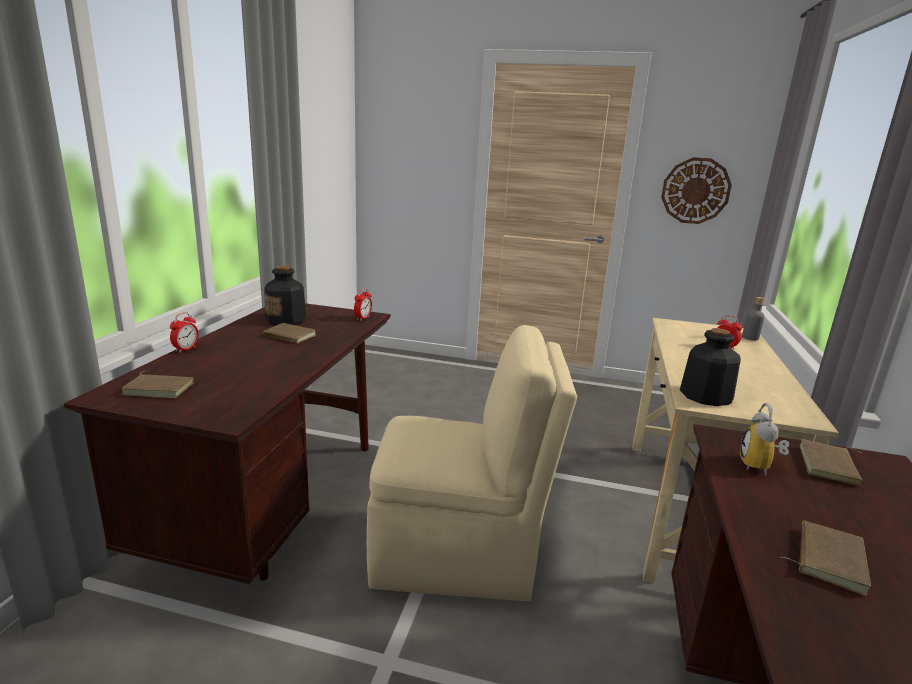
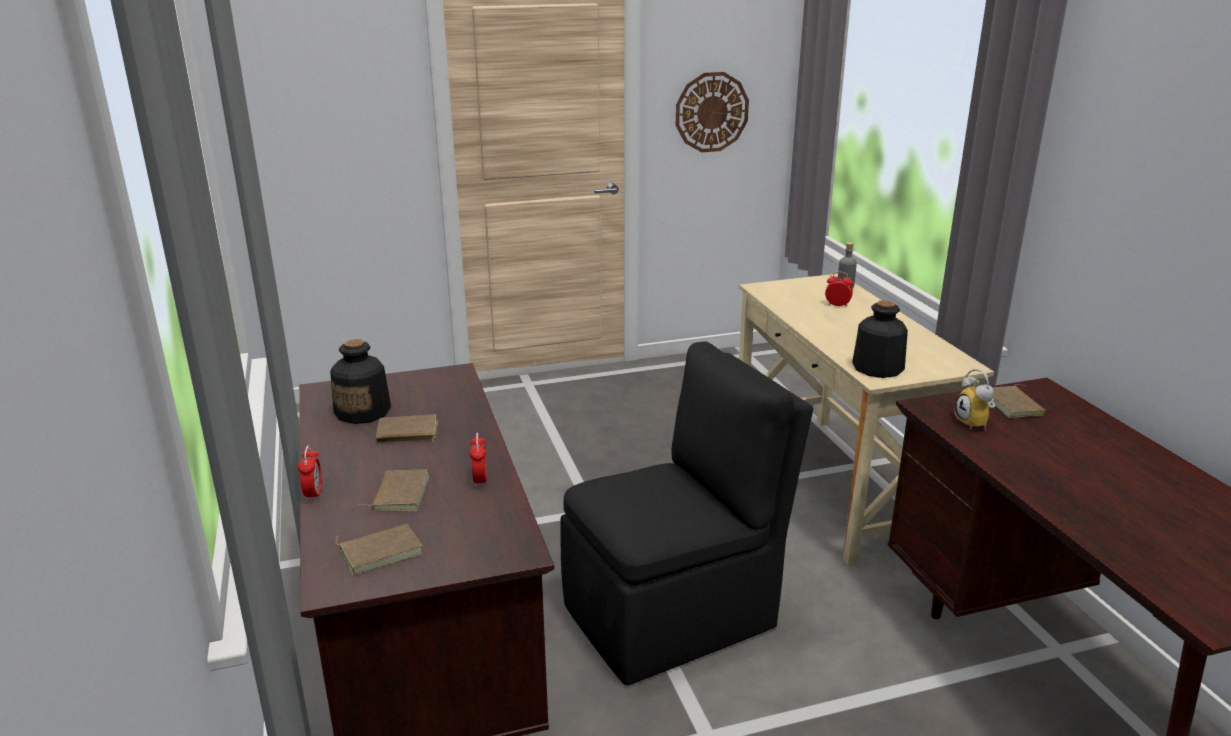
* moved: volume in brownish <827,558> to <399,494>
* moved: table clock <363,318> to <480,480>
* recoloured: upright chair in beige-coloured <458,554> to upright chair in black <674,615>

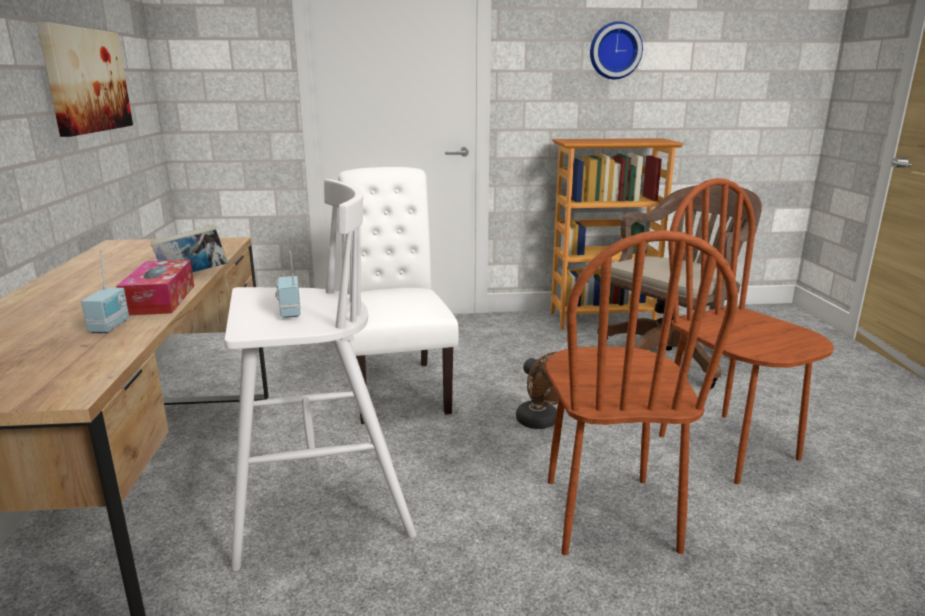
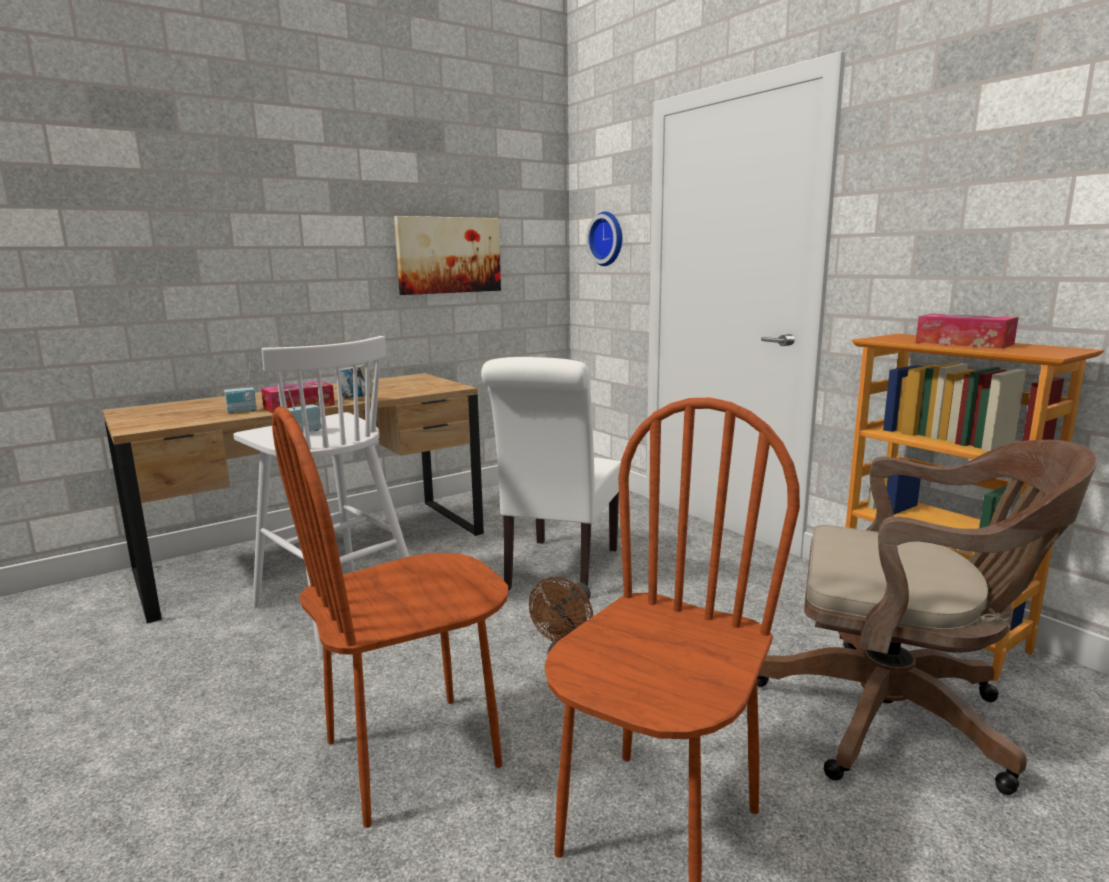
* turned: upright chair in whitish <397,386> = <559,571> 150 degrees clockwise
* moved: clock on the wall <614,51> to <608,239>
* added: box of tissues <963,343>

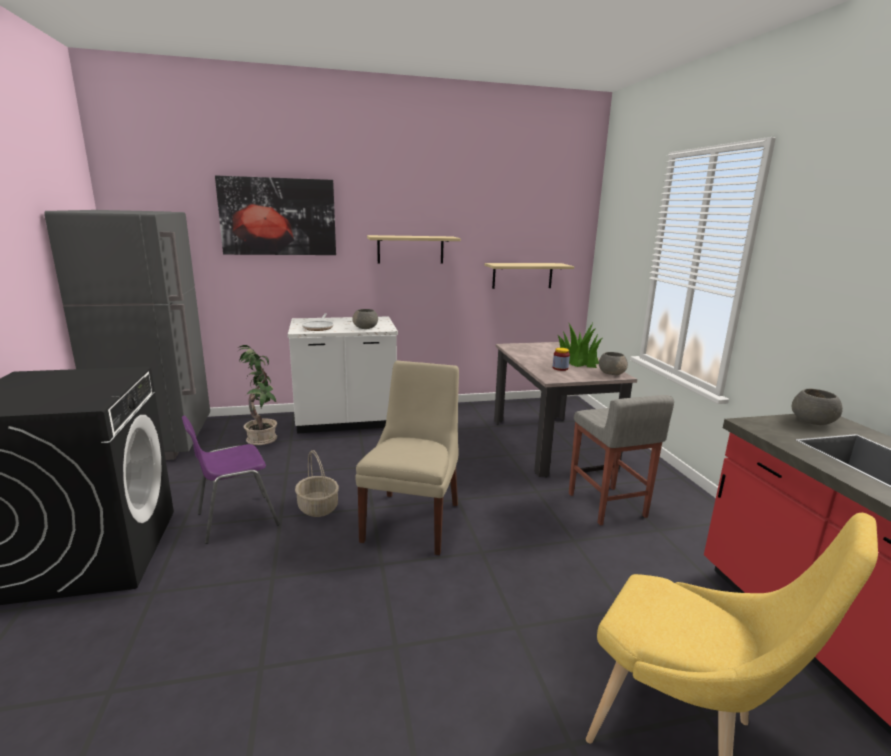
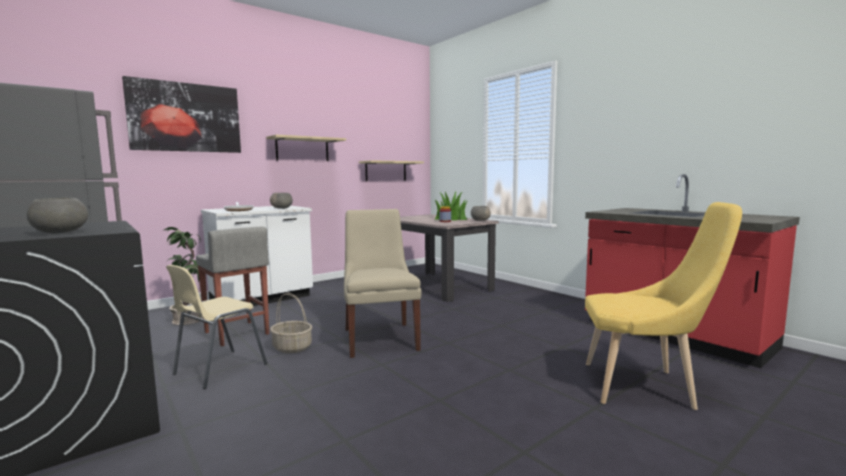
* moved: serving bowl in greyish <812,422> to <59,232>
* recoloured: upright chair in purple <235,519> to upright chair in beige-coloured <218,369>
* moved: stool in greyish <607,506> to <237,333>

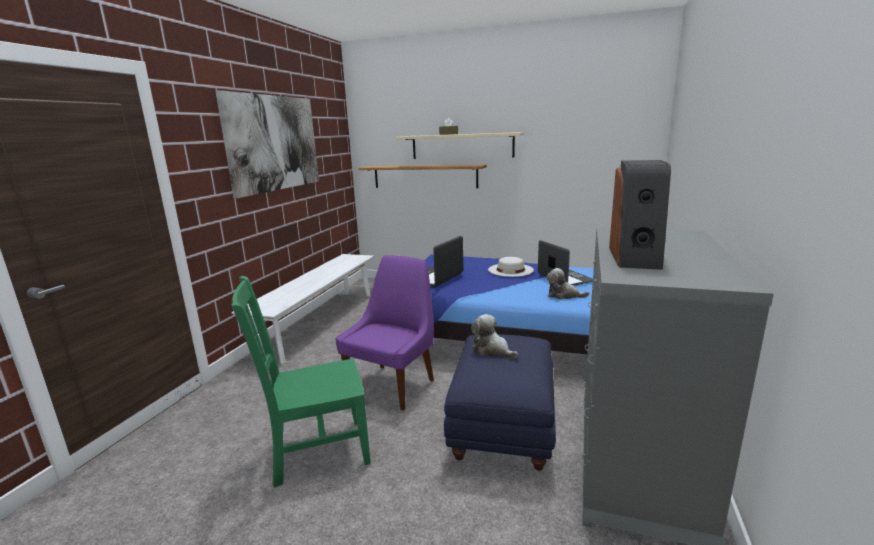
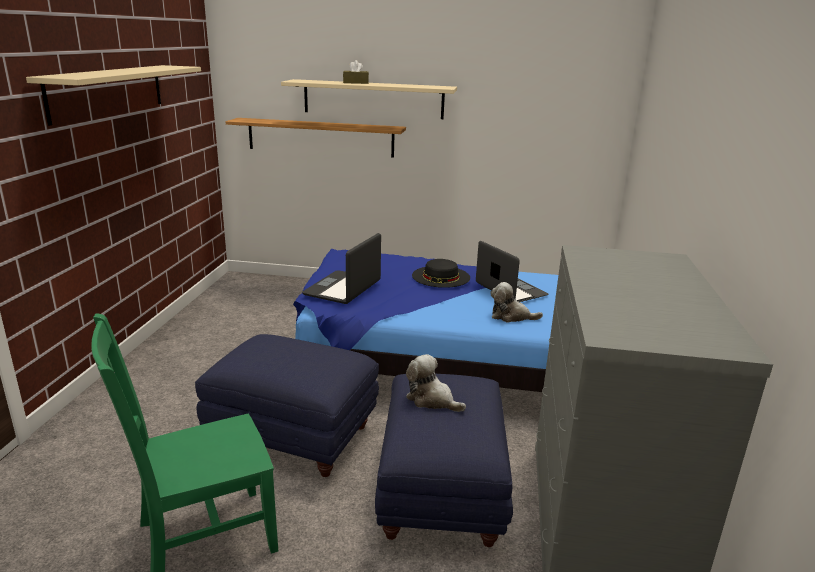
* replaced: wall art <274,143> to bracket shelf in beige-coloured <108,91>
* replaced: upright chair in purple <393,385> to ottoman in blue <294,436>
* recoloured: wearable hat in whitish <510,270> to wearable hat in black <441,276>
* removed: indoor bench in whitish <320,322>
* removed: speaker <636,257>

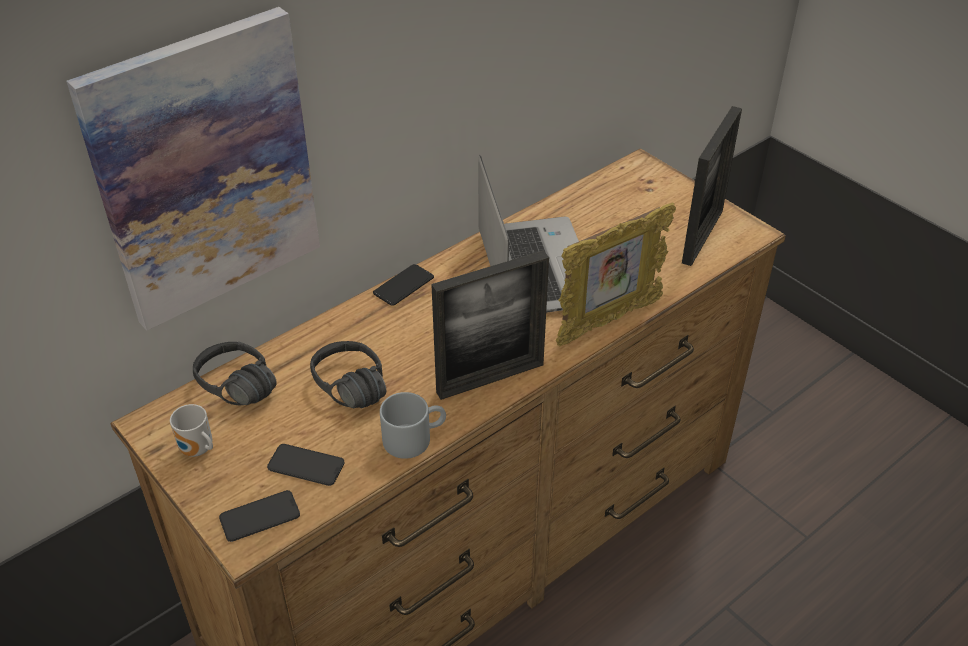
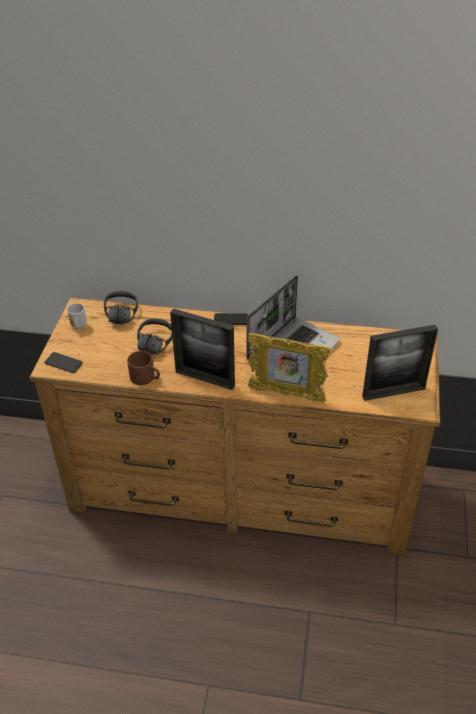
* recoloured: tea mug in greyish <414,437> to tea mug in brownish <146,377>
* removed: wall art <205,171>
* removed: telephone <306,465>

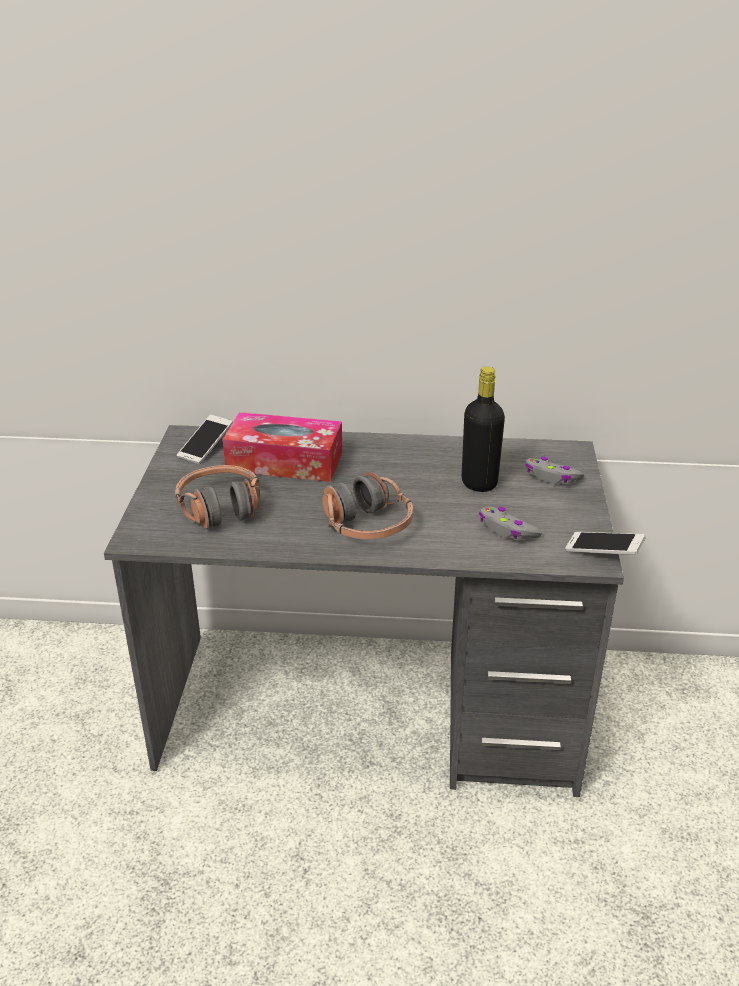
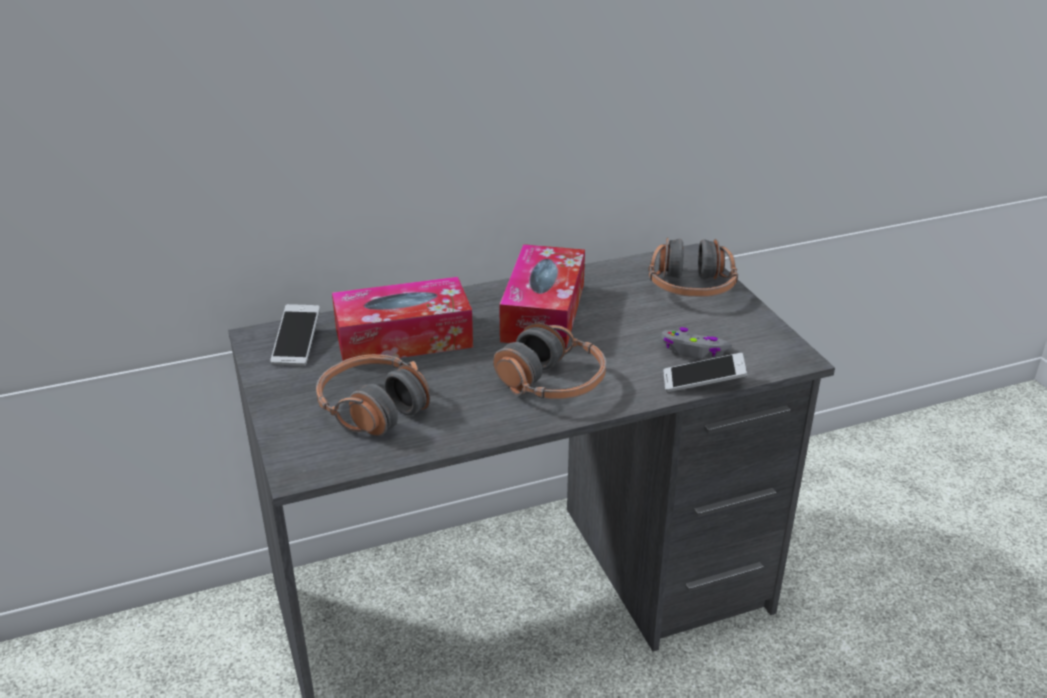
* added: box of tissues <543,312>
* replaced: game controller in greyish <551,477> to headset <690,287>
* moved: telephone <603,552> to <703,383>
* removed: beverage bottle in black <479,483>

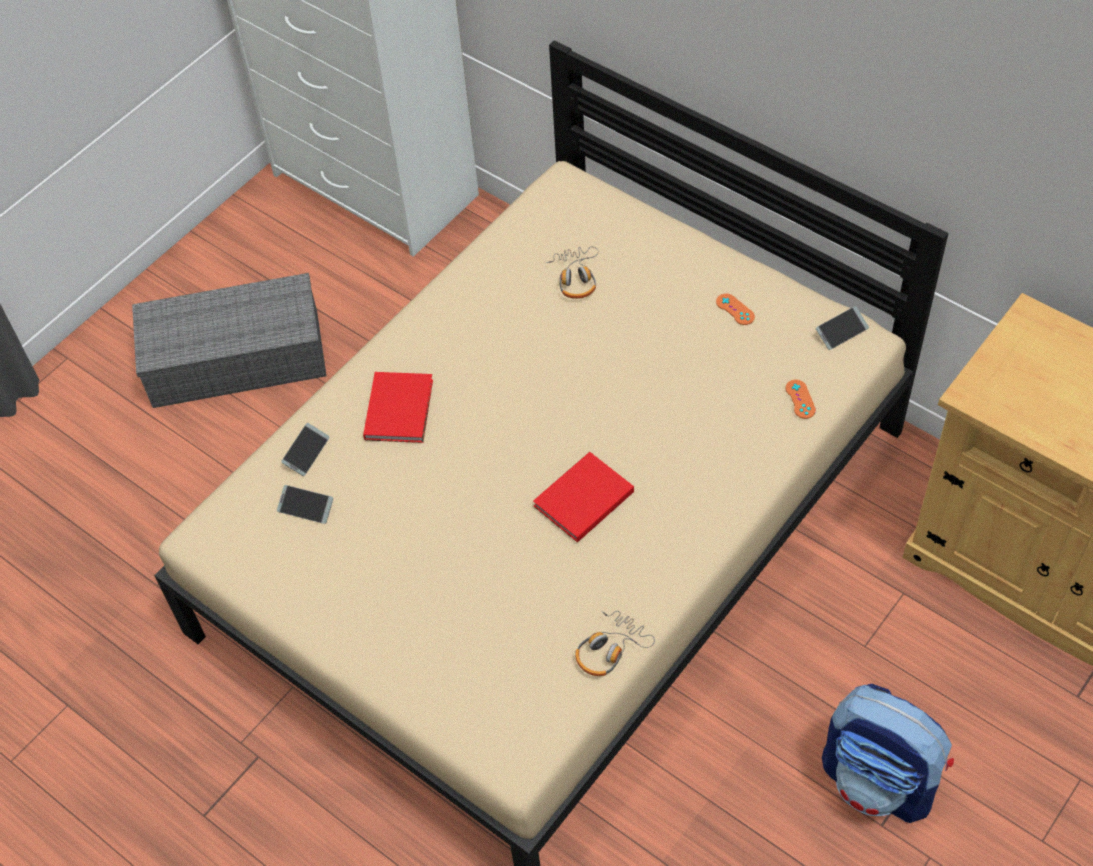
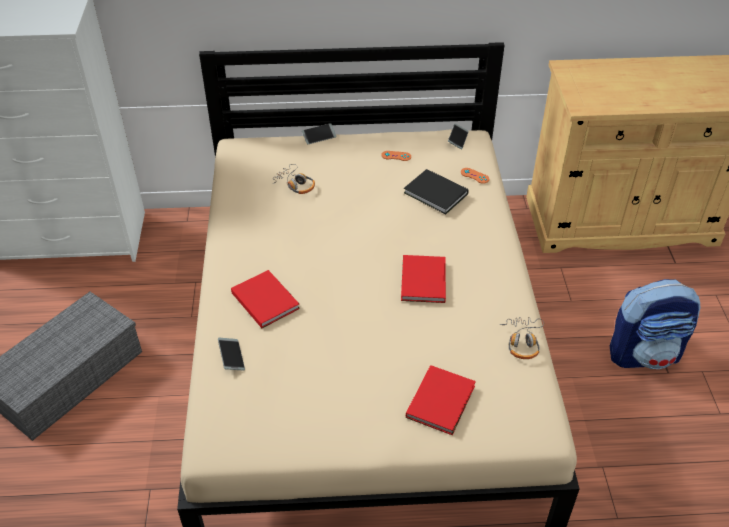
* moved: telephone <306,507> to <319,137>
* added: volume in black <436,194>
* added: volume in reddish <442,400>

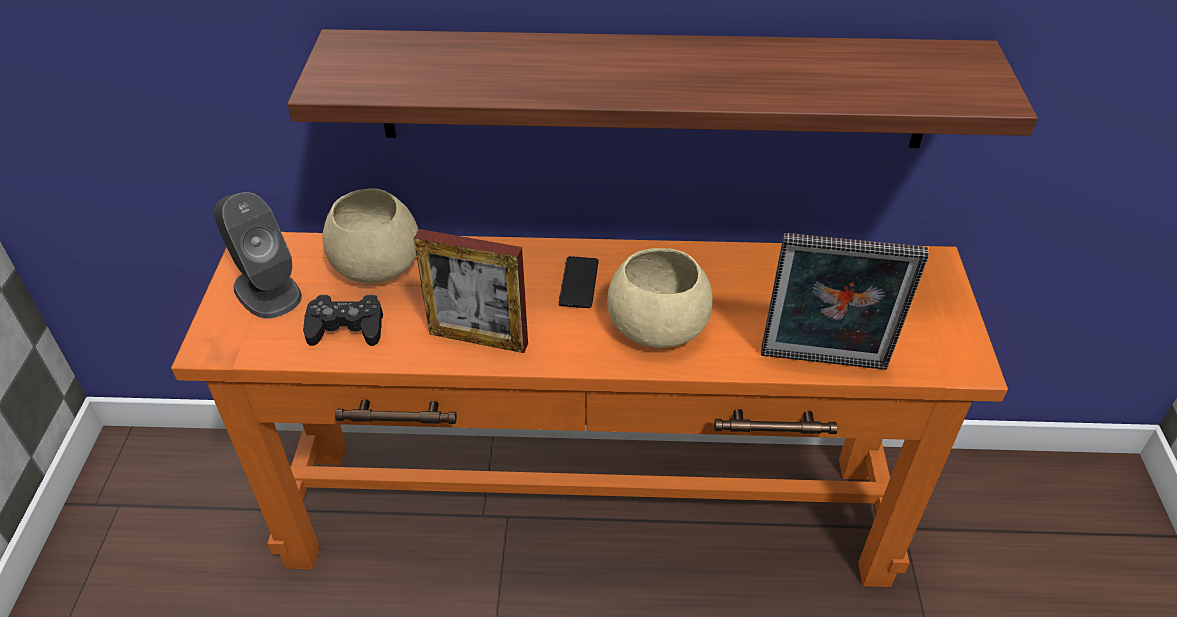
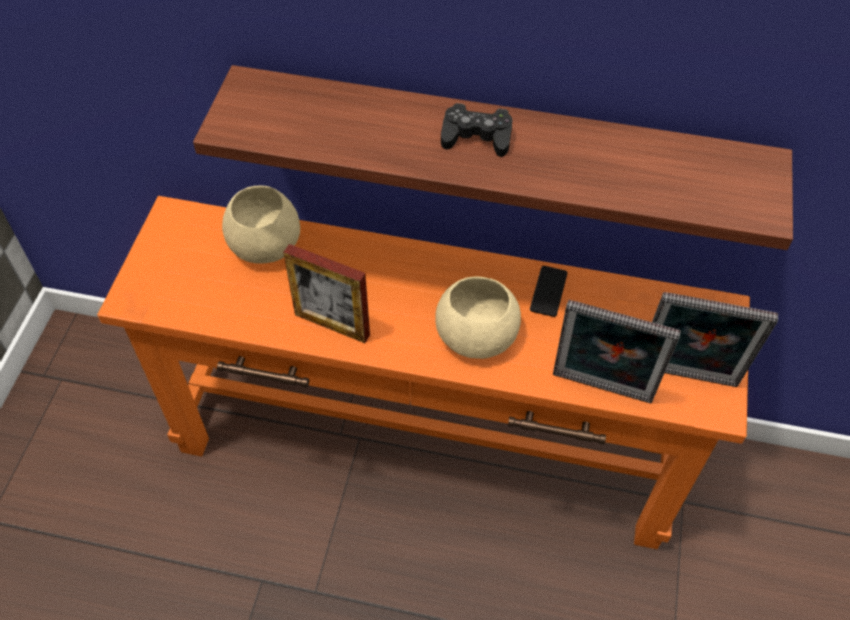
* moved: game controller in black <346,327> to <476,137>
* moved: telephone <579,283> to <548,291>
* added: picture frame <686,379>
* removed: speaker in greyish <267,291>

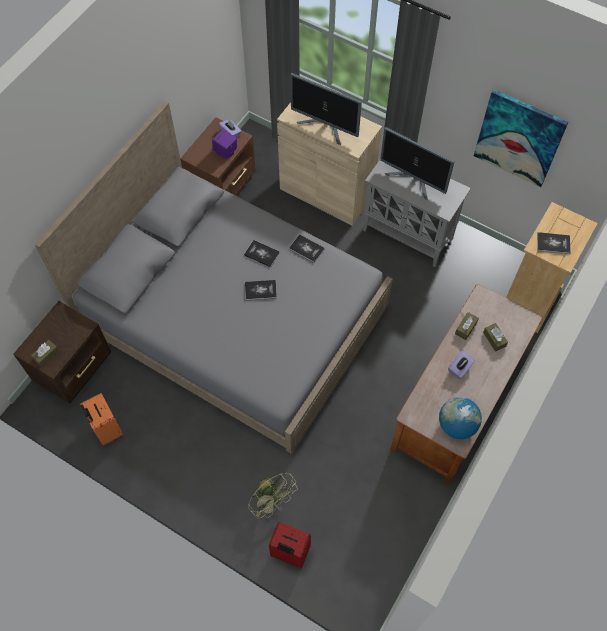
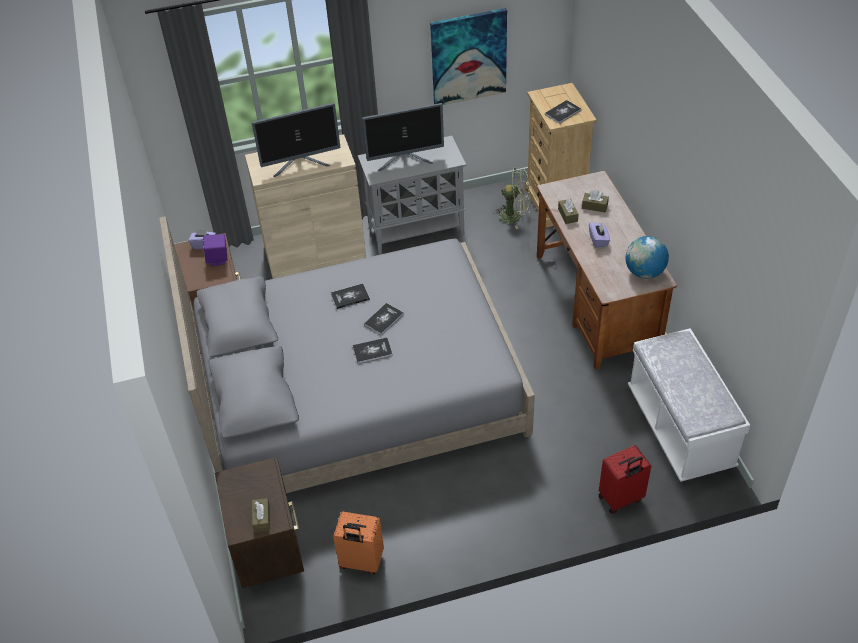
* moved: volume <306,249> to <372,351>
* moved: cooling fan in green <272,501> to <515,216>
* added: indoor bench in whitish <680,429>

